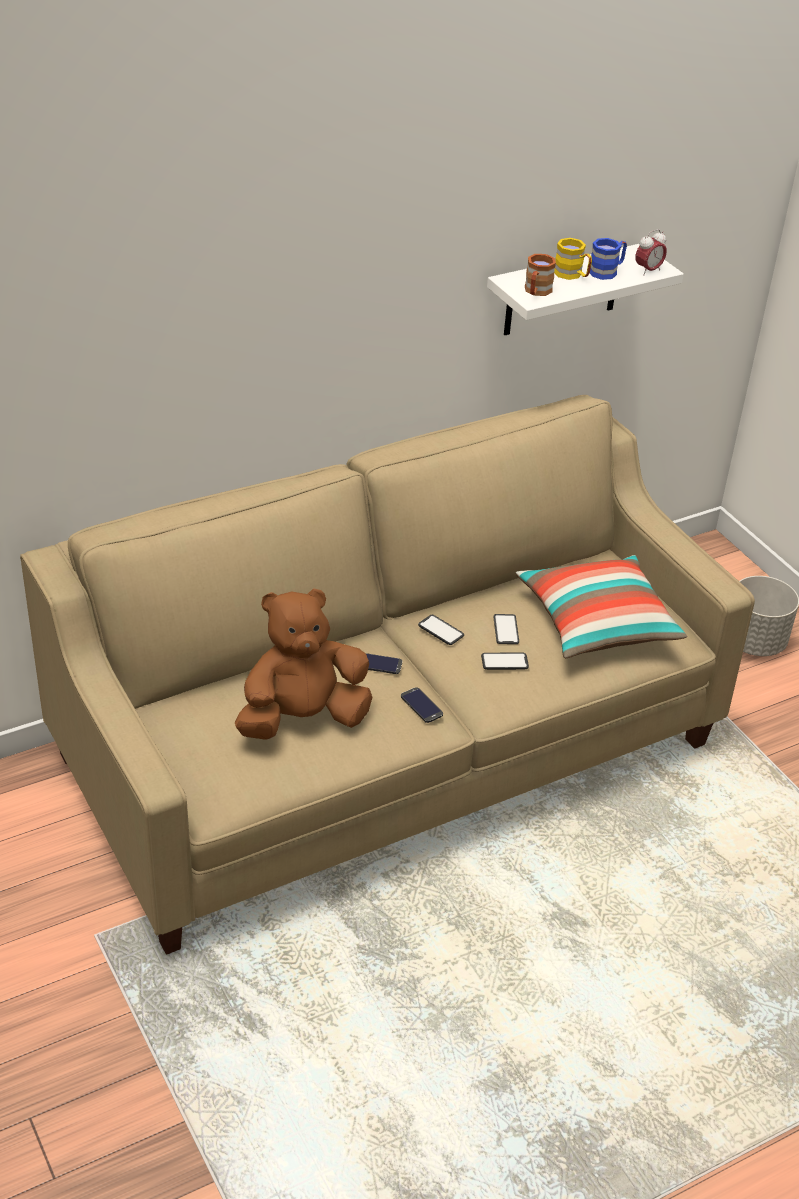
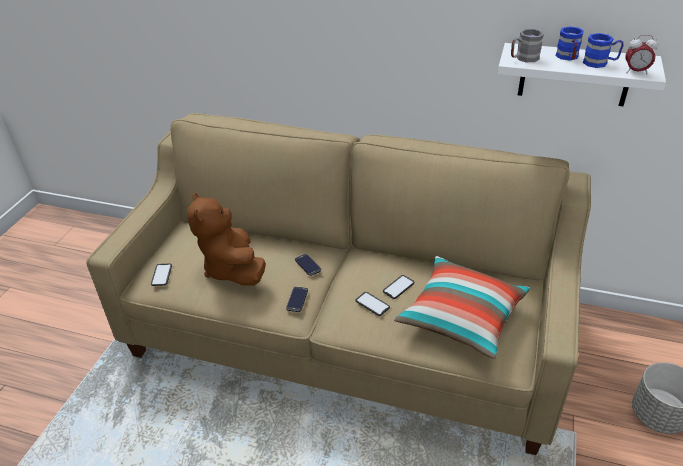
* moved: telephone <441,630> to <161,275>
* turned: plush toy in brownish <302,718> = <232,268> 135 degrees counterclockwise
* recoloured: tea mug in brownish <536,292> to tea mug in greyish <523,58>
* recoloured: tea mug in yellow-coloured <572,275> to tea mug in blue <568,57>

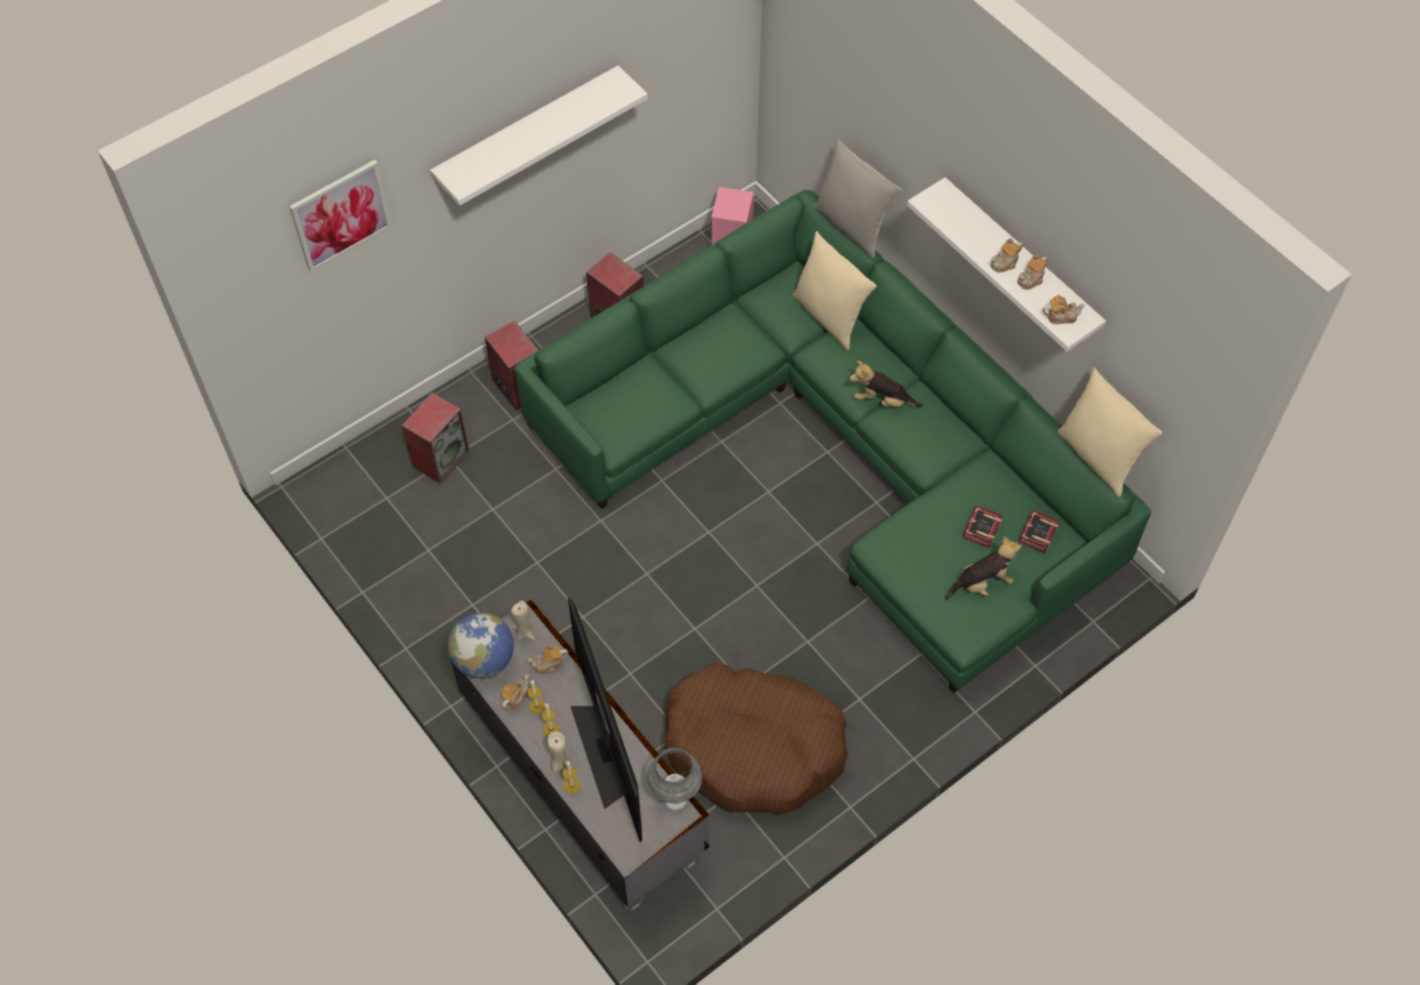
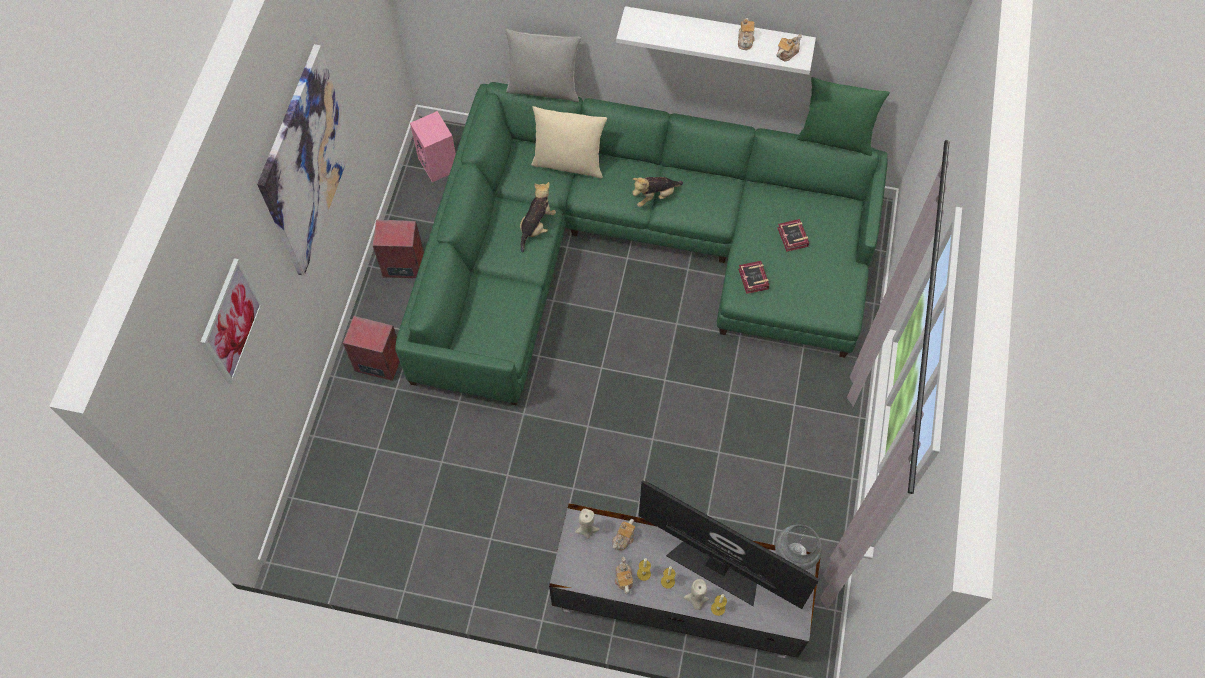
* replaced: bracket shelf in whitish <528,133> to wall art <305,162>
* moved: plush toy <982,583> to <536,226>
* moved: volume <1036,534> to <752,280>
* recoloured: pillow in beige-coloured <1098,457> to pillow in green <835,138>
* removed: speaker <440,457>
* removed: desk globe <484,660>
* removed: dog cushion in brownish <753,747>
* removed: teapot <1005,263>

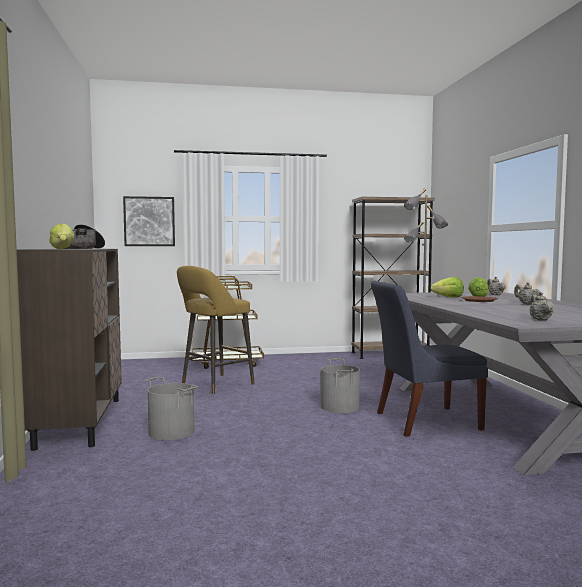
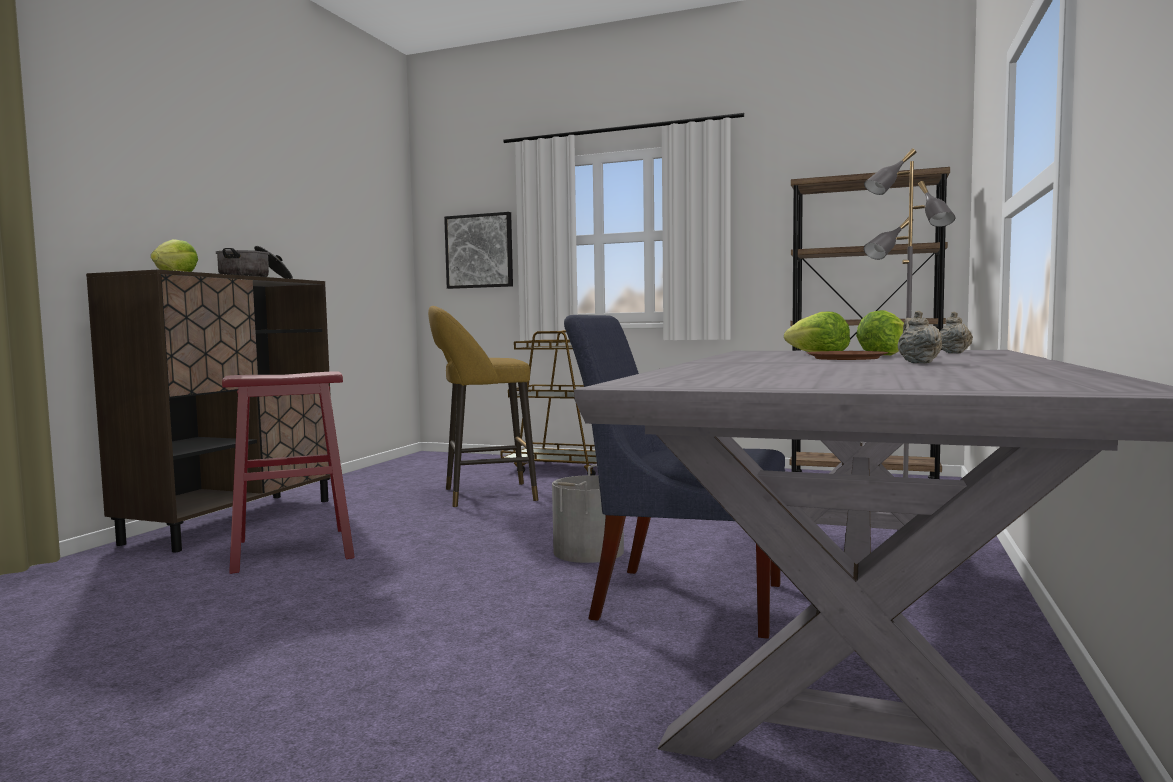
* replaced: pail in greyish <172,431> to stool in reddish <293,549>
* removed: teapot in beige-coloured <540,319>

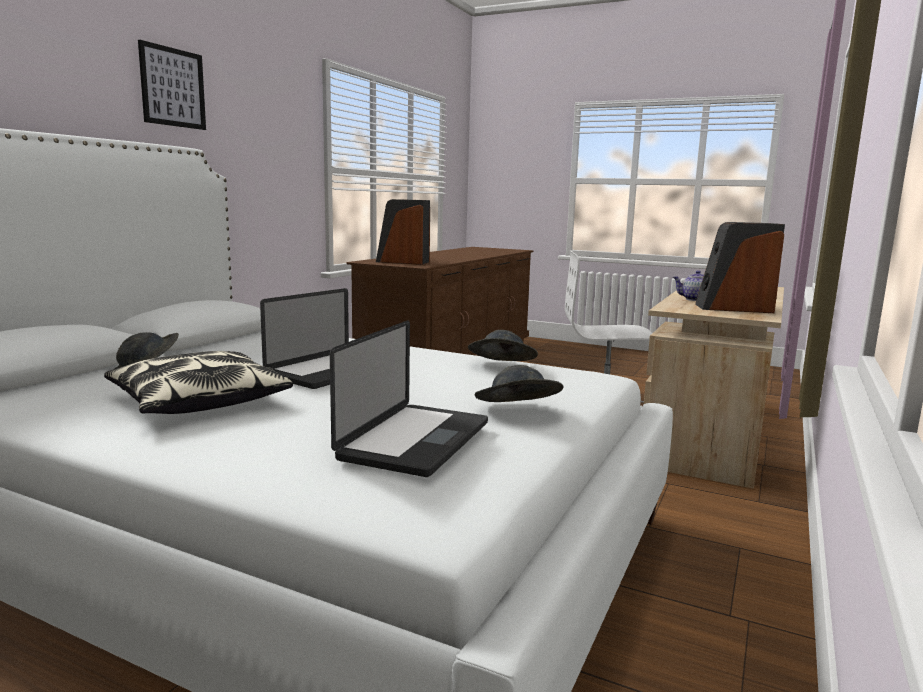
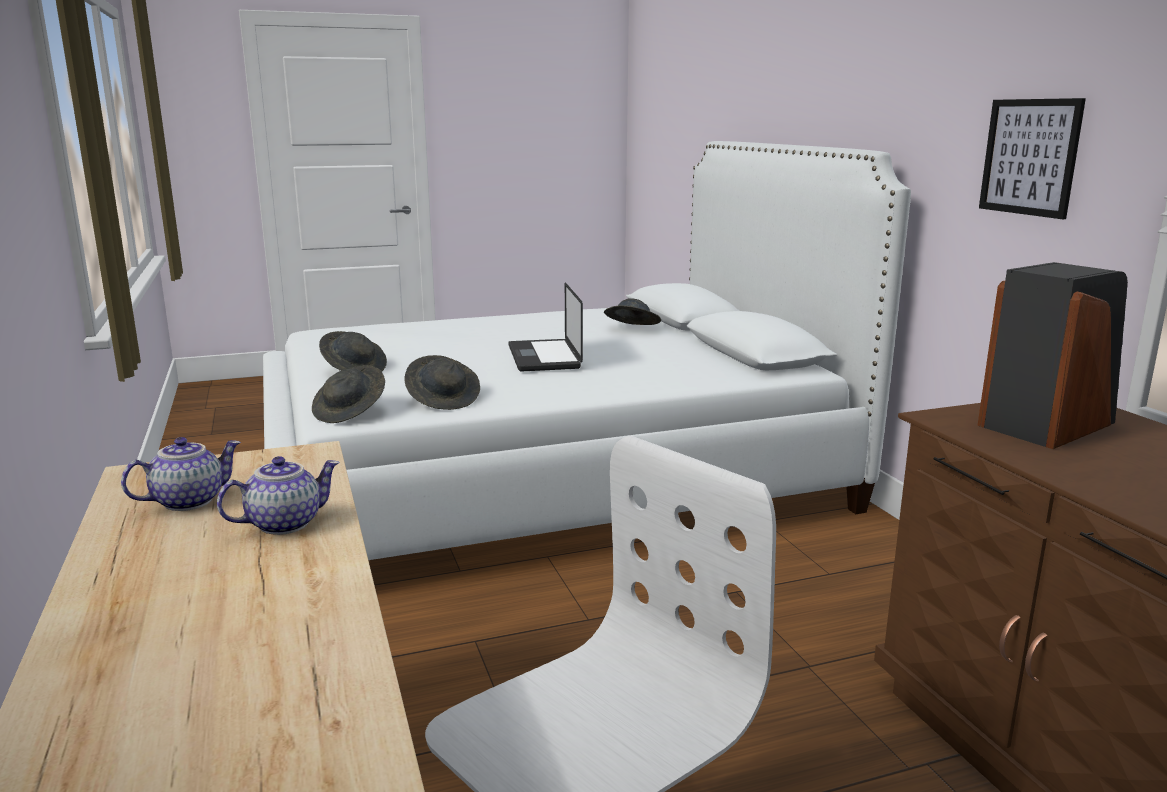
* replaced: speaker <734,308> to teapot <188,501>
* added: wearable hat in greyish <350,412>
* moved: wall art <173,87> to <1030,157>
* removed: pillow <198,401>
* removed: portable computer <416,441>

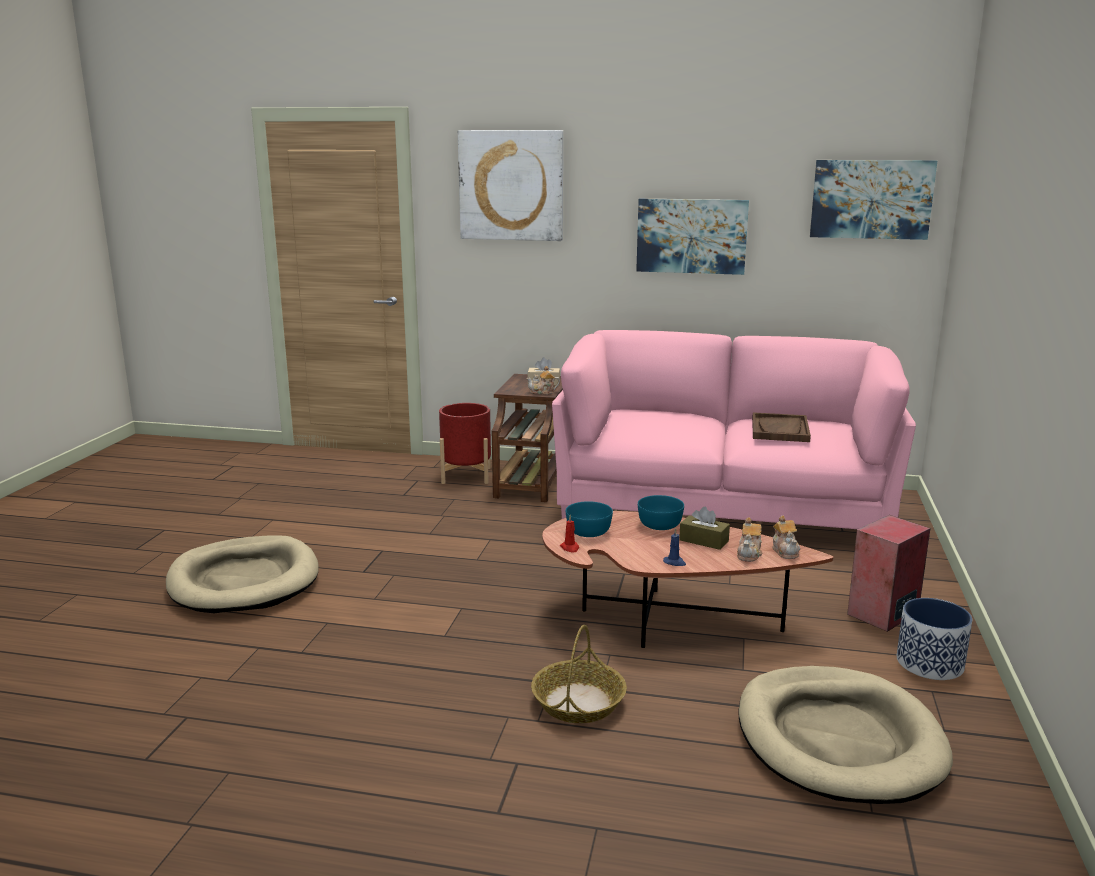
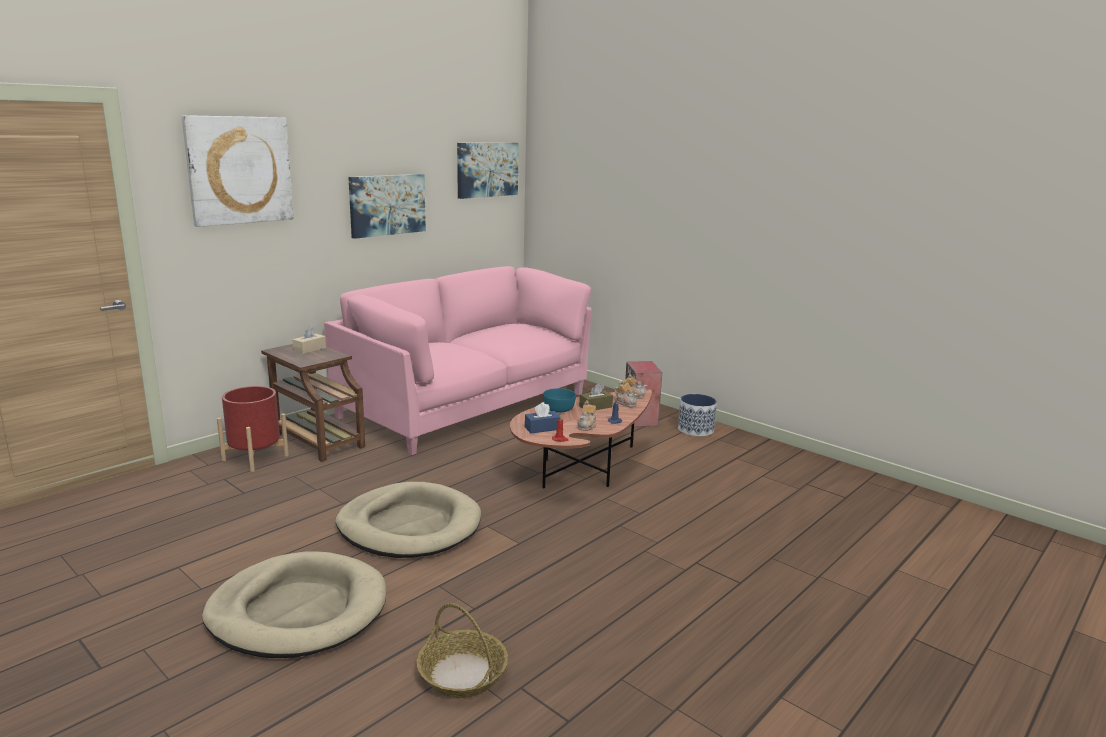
* moved: dog cushion in beige-coloured <838,740> to <409,526>
* moved: basket <578,703> to <463,674>
* replaced: serving bowl in turquoise <588,532> to box of tissues in blue <542,428>
* moved: teapot <543,392> to <587,426>
* removed: tray in brownish <780,430>

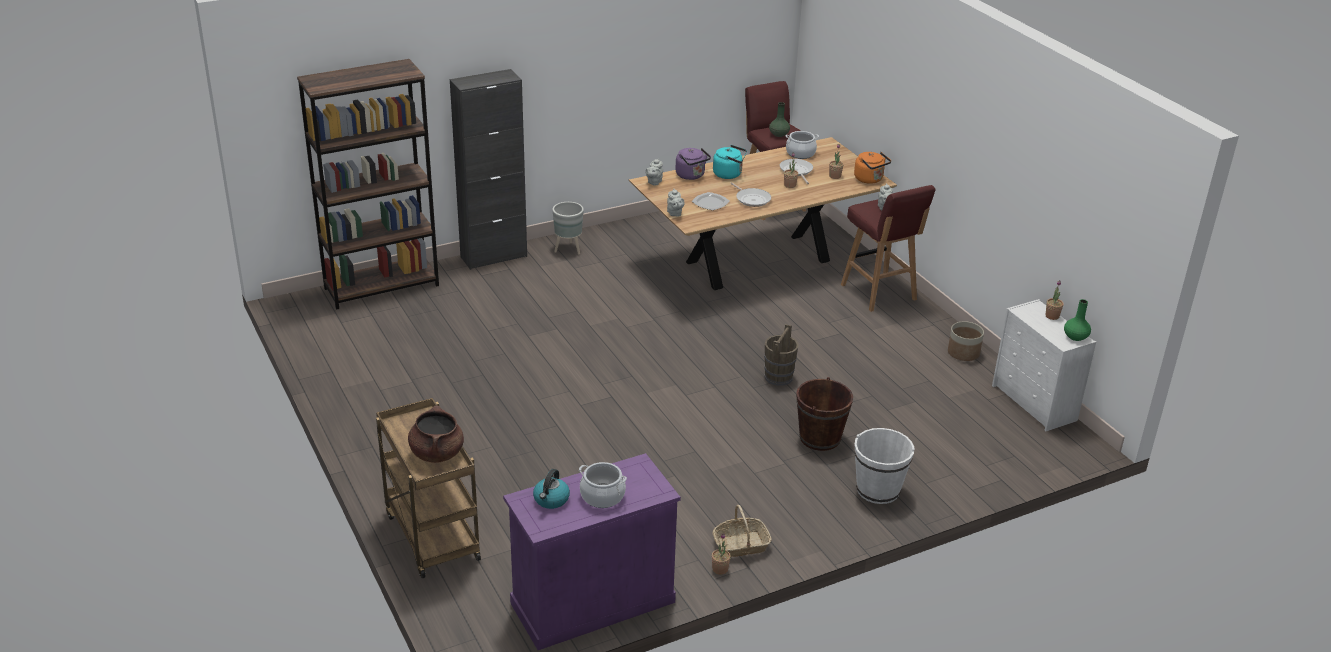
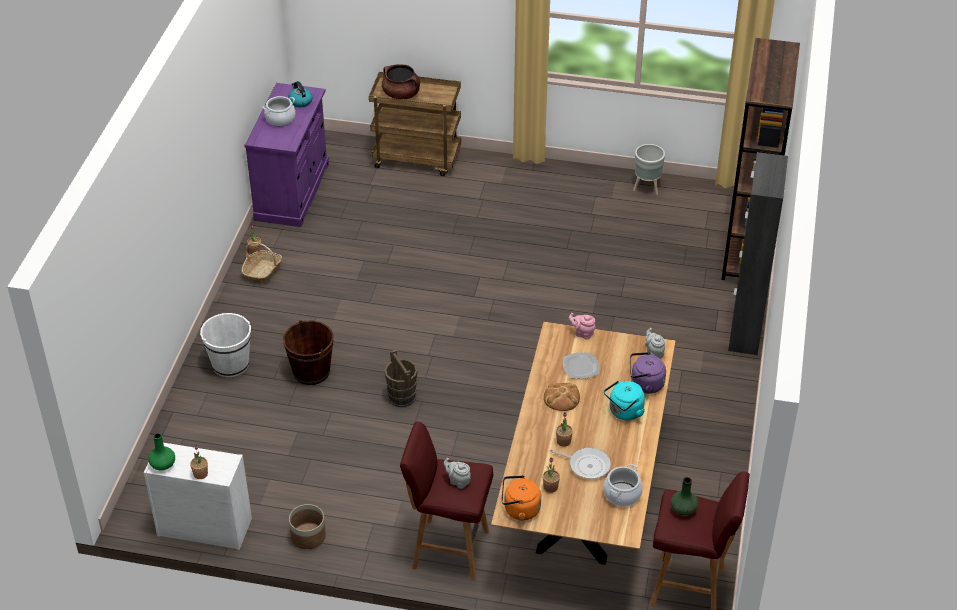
* replaced: frying pan <752,199> to bakery bread <561,398>
* recoloured: teapot in greyish <674,214> to teapot in pink <582,333>
* moved: plant pot in greyish <568,249> to <647,188>

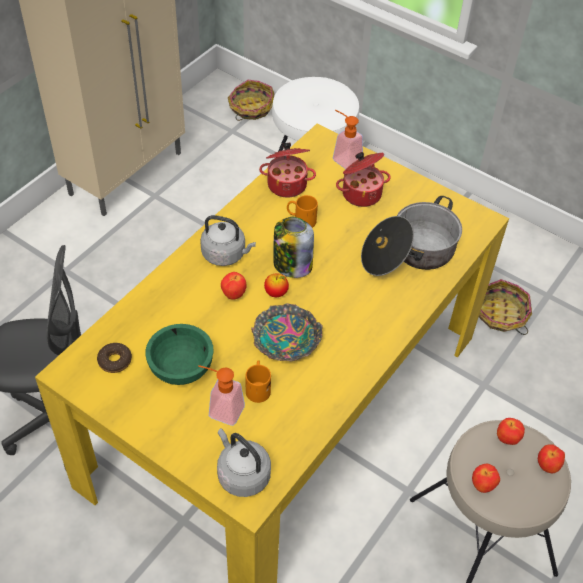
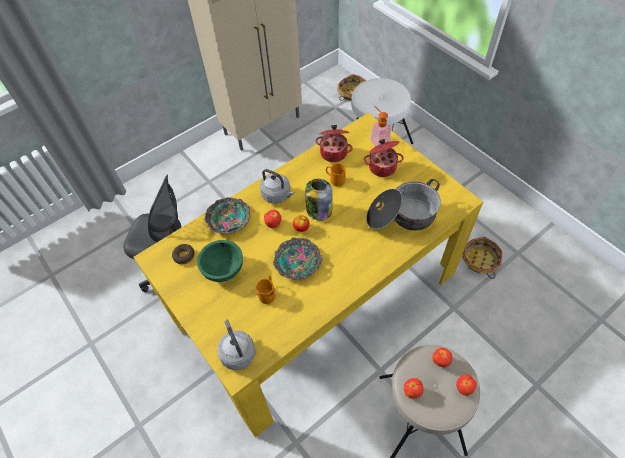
* added: serving bowl <230,220>
* removed: soap dispenser <220,409>

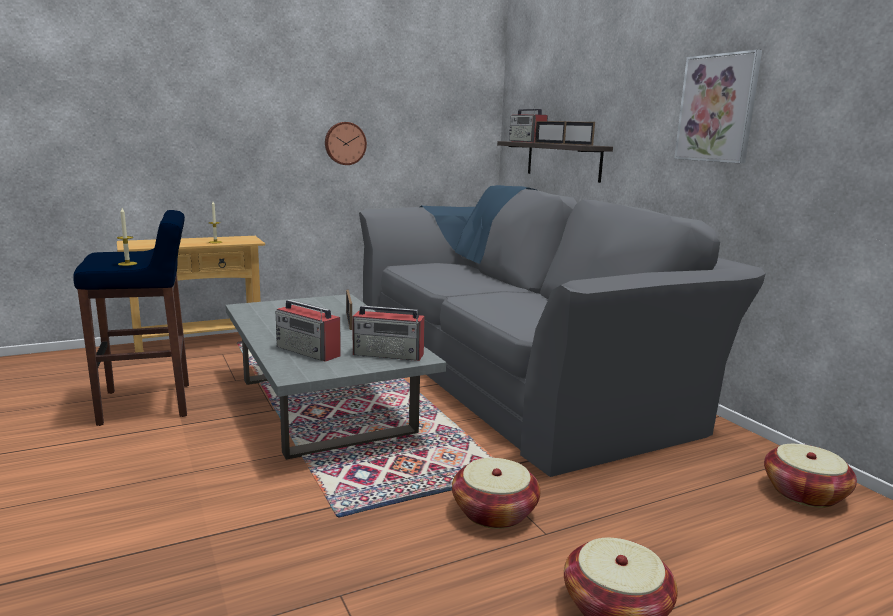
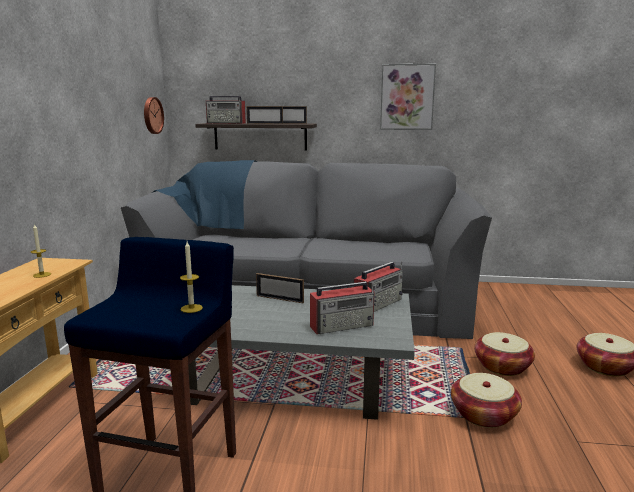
* moved: clock on the wall <345,143> to <152,115>
* moved: basket <804,493> to <483,415>

